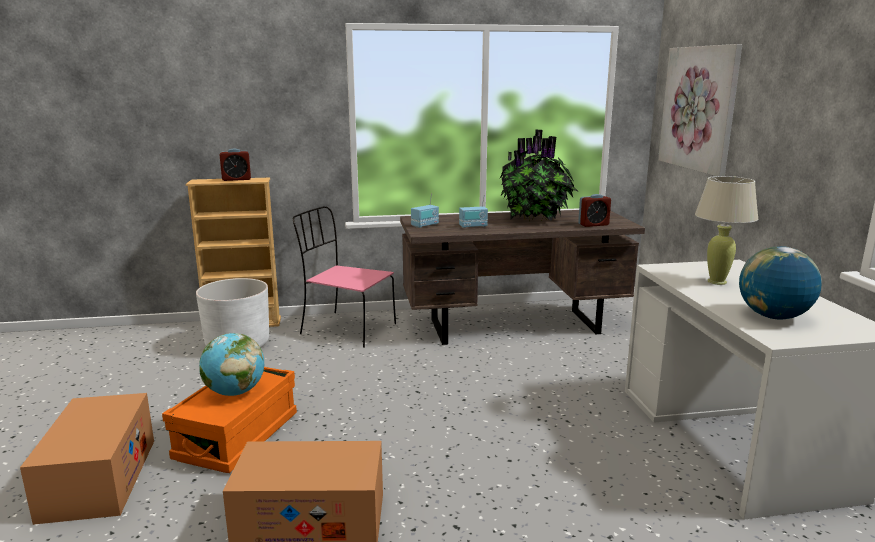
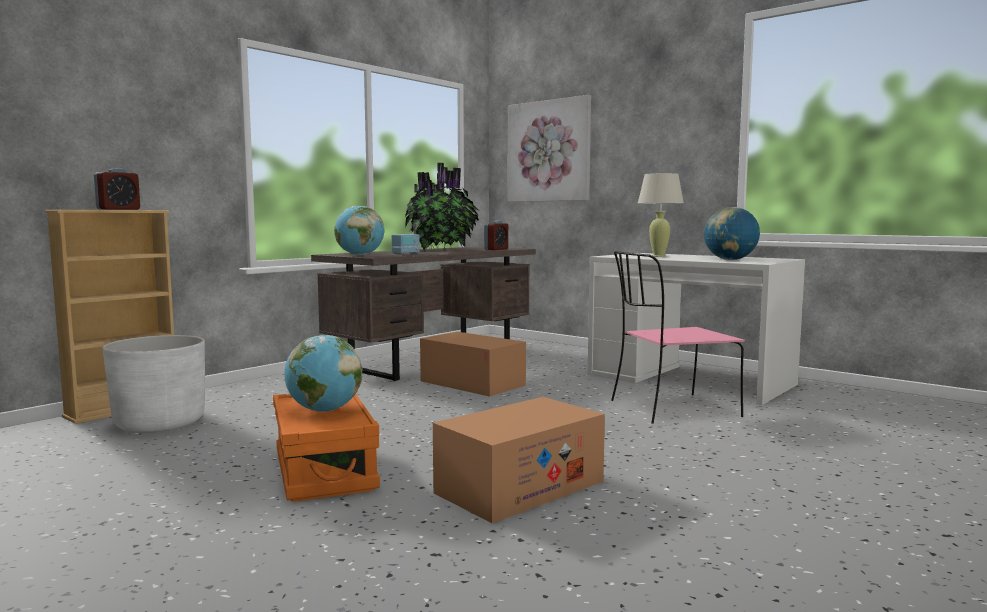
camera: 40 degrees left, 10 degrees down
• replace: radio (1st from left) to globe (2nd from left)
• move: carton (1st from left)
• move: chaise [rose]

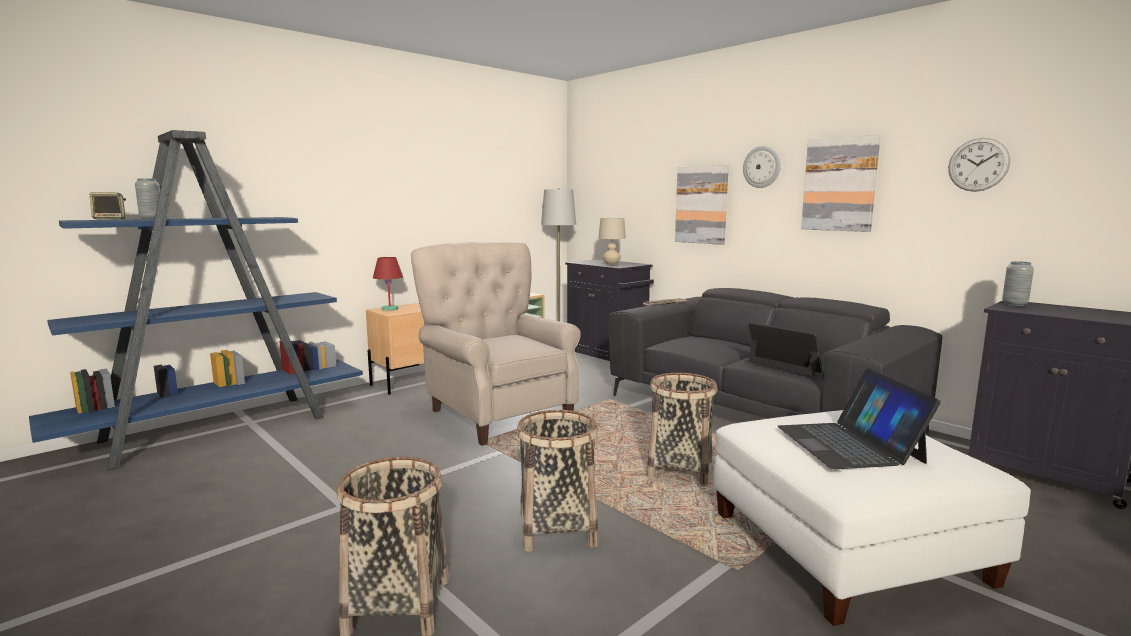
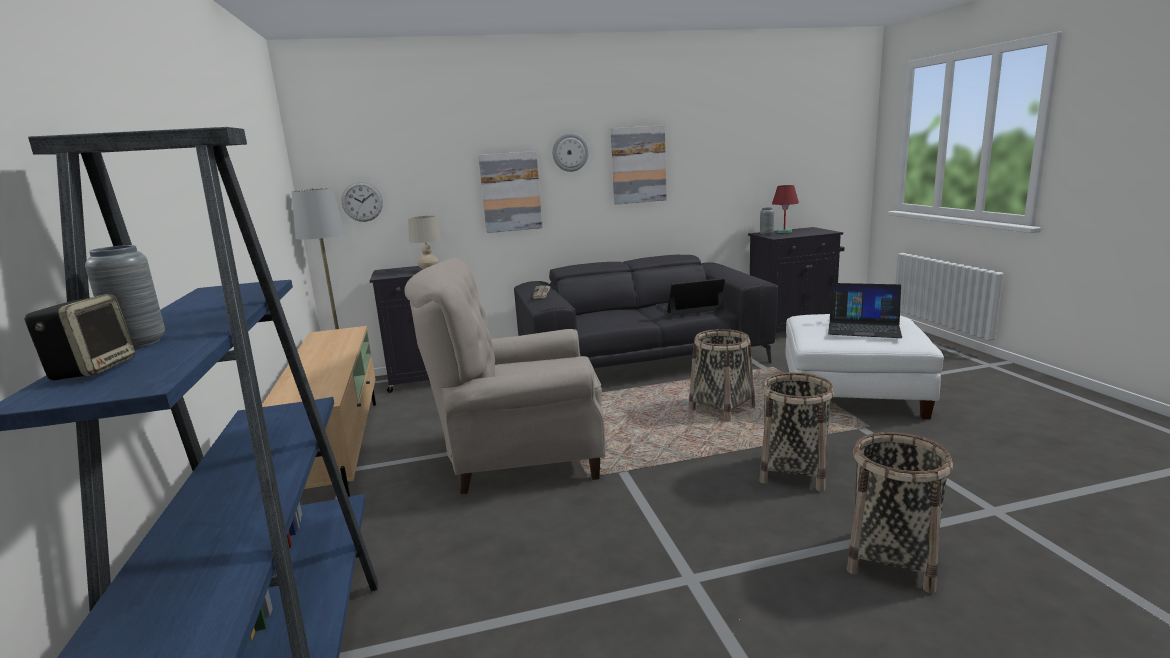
camera: 60 degrees left, 5 degrees up
• move: horloge murale (2nd from left in the first image) to horloge murale (1st from left)
• move: lampe de table [rouge]

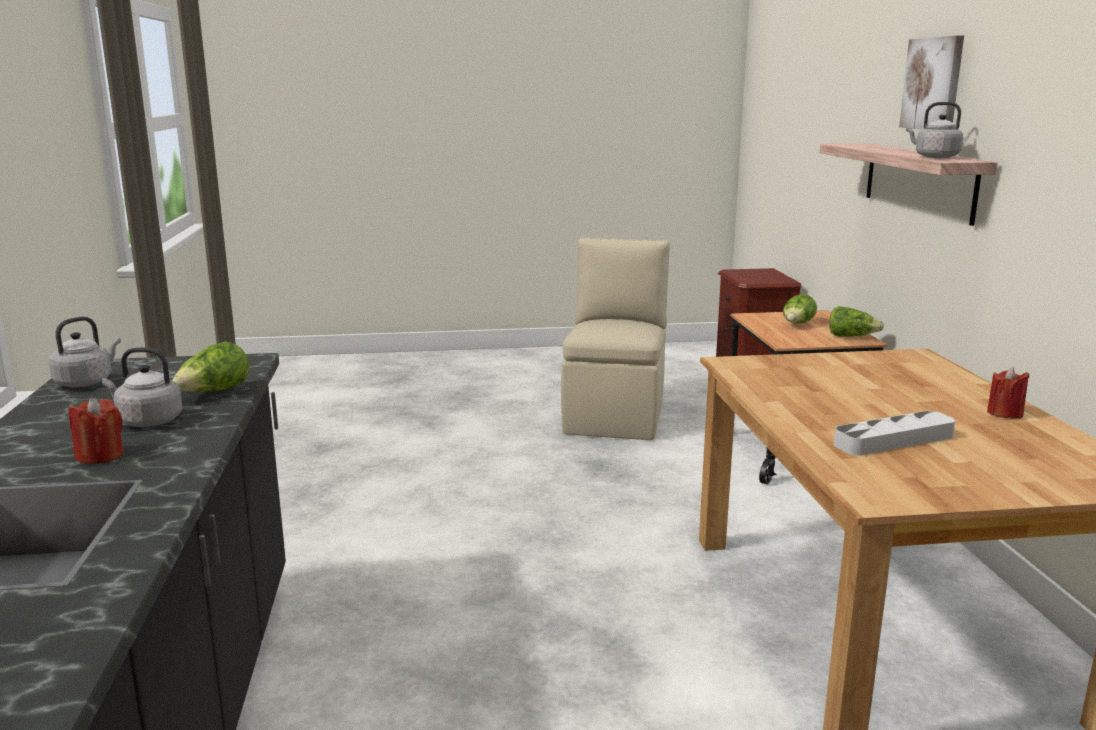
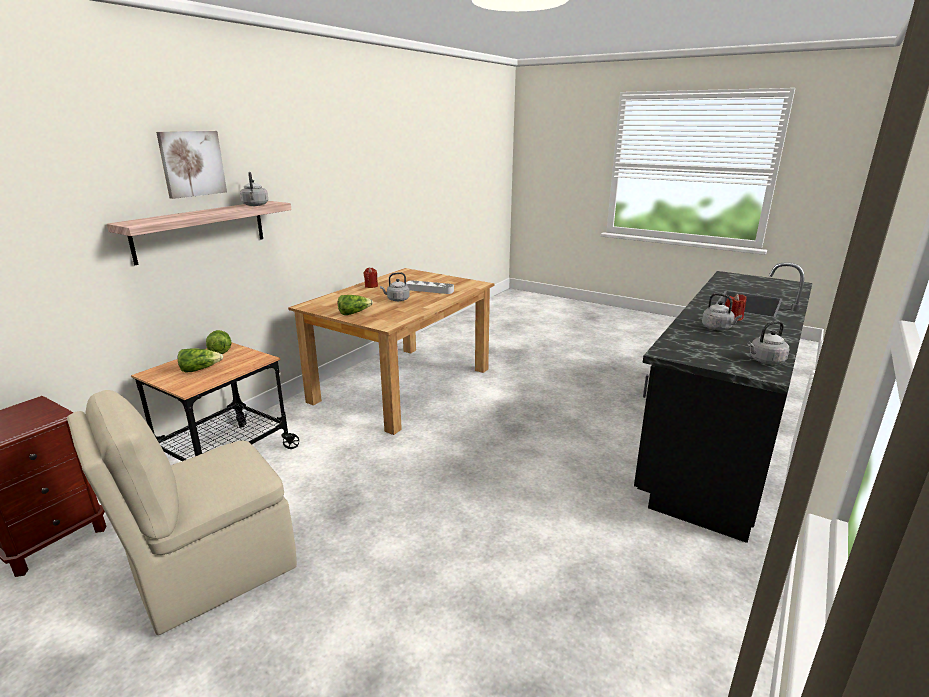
camera: 140 degrees left, 5 degrees up
• move: laitue (1st from left in the first image) to laitue (3rd from left)
• insert: bouilloire [gris] (2nd from left)

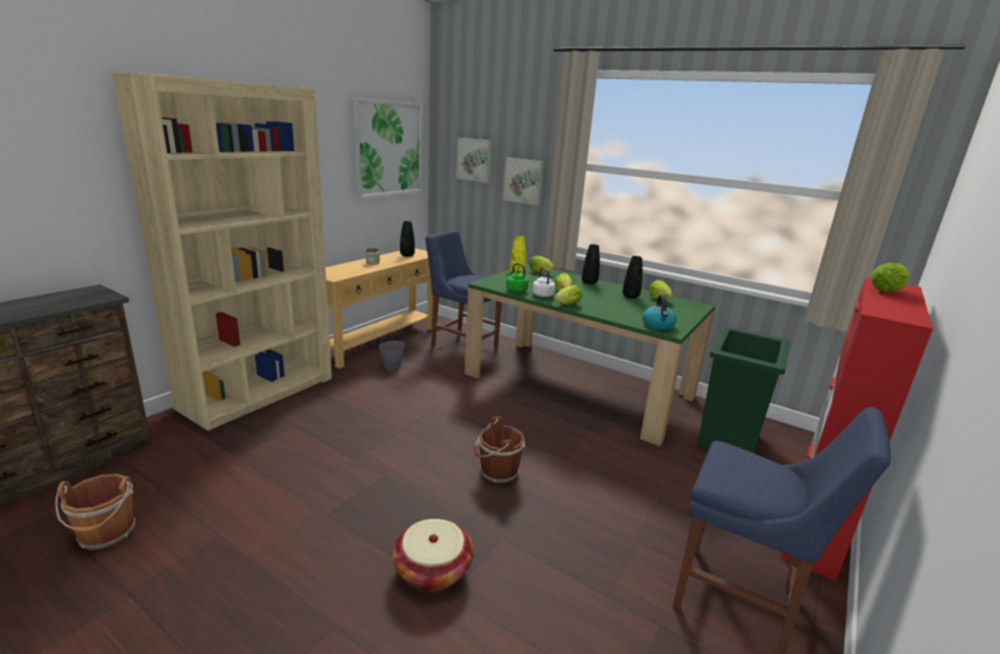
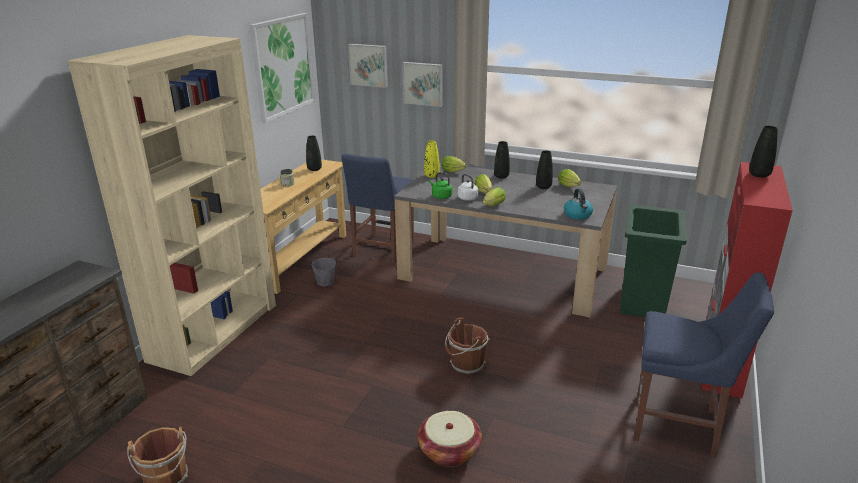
camera: 10 degrees left, 5 degrees up
• rotate: chaise [bleu] (1st from left) 90 degrees counterclockwise
• recolor: table à manger [vert] to table à manger [gris]
• replace: laitue (5th from left) to vase [noir] (4th from left)

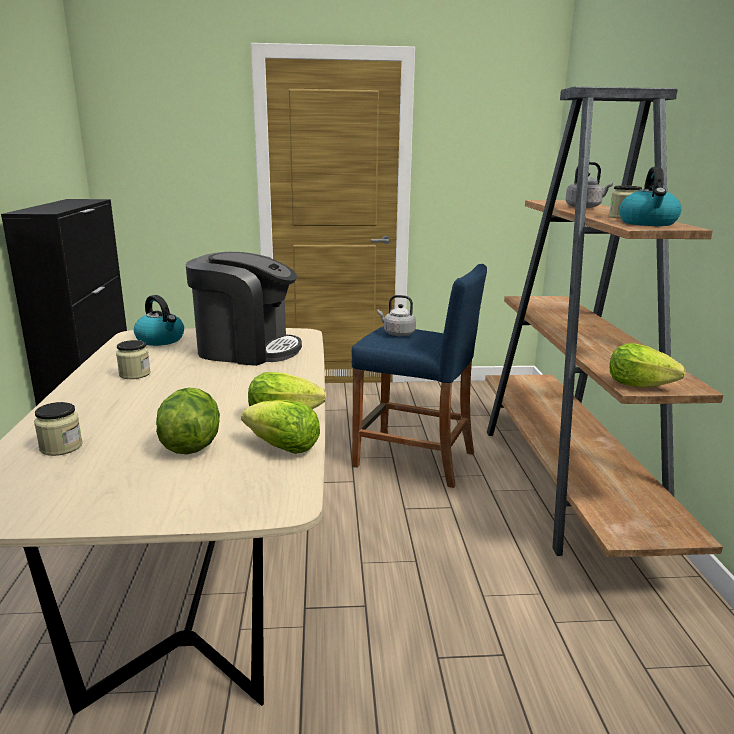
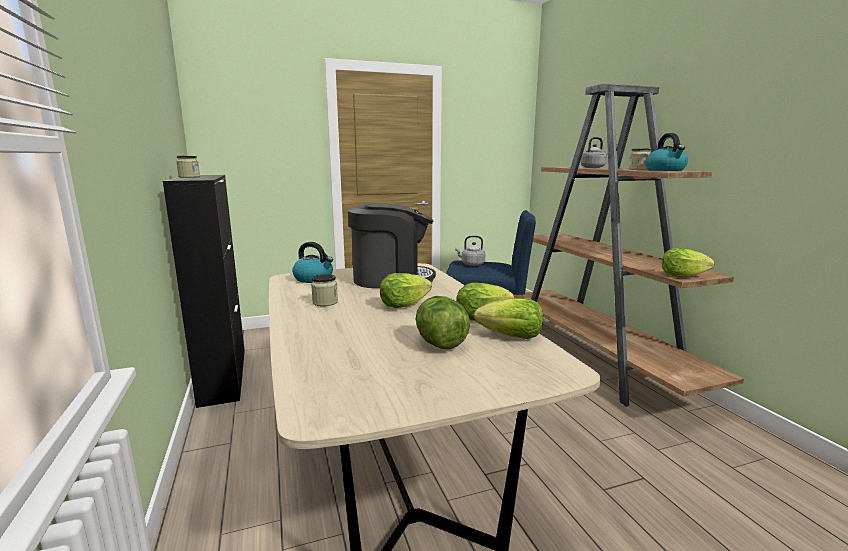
camera: 15 degrees left, 5 degrees down
• move: bocal (1st from left)
• insert: laitue (1st from left)

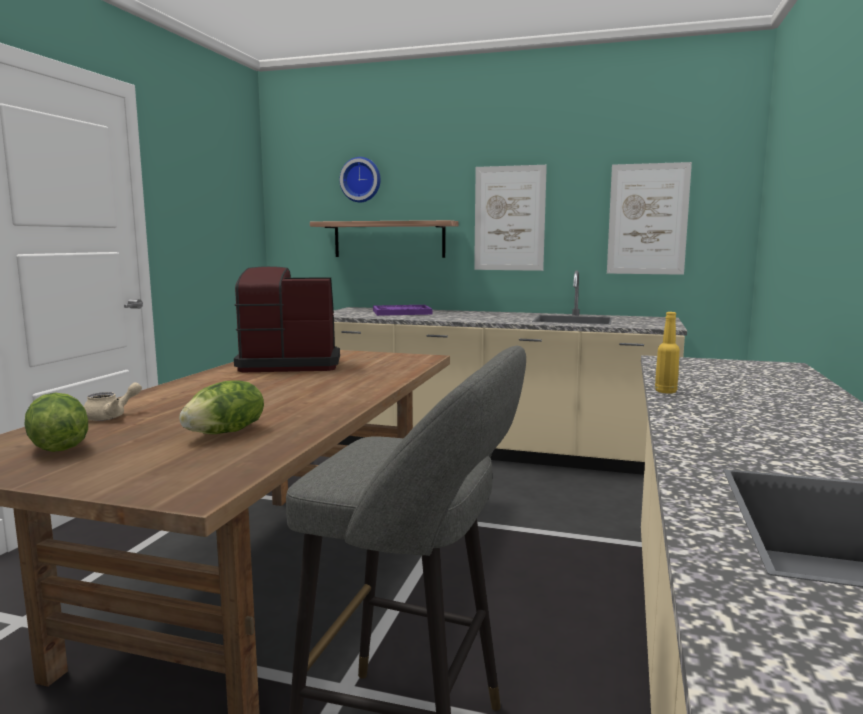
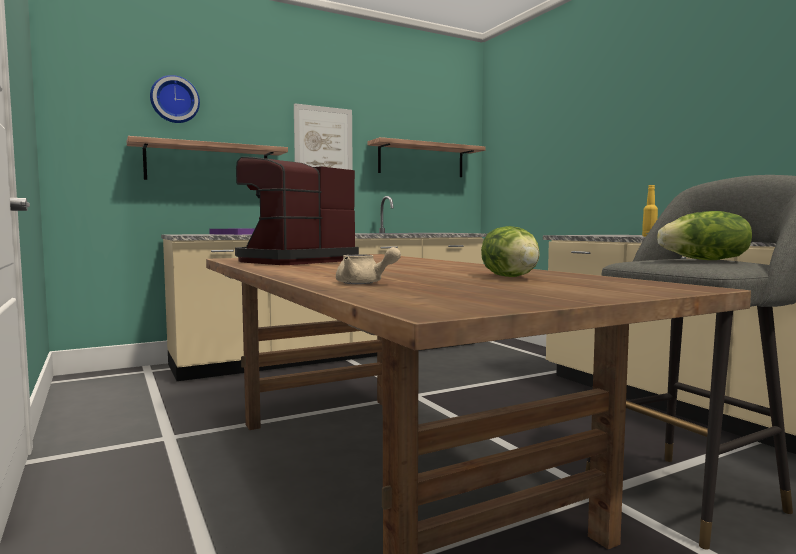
camera: 45 degrees left, 5 degrees down
• rotate: théière [beige] 120 degrees clockwise
• replace: tableau (2nd from left) to étagère (2nd from left)
• move: laitue (1st from left in the first image) to laitue (2nd from left)

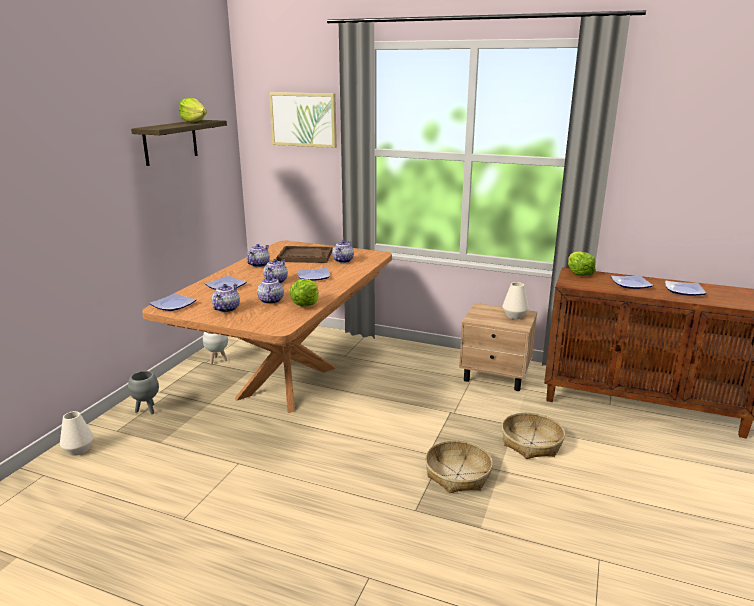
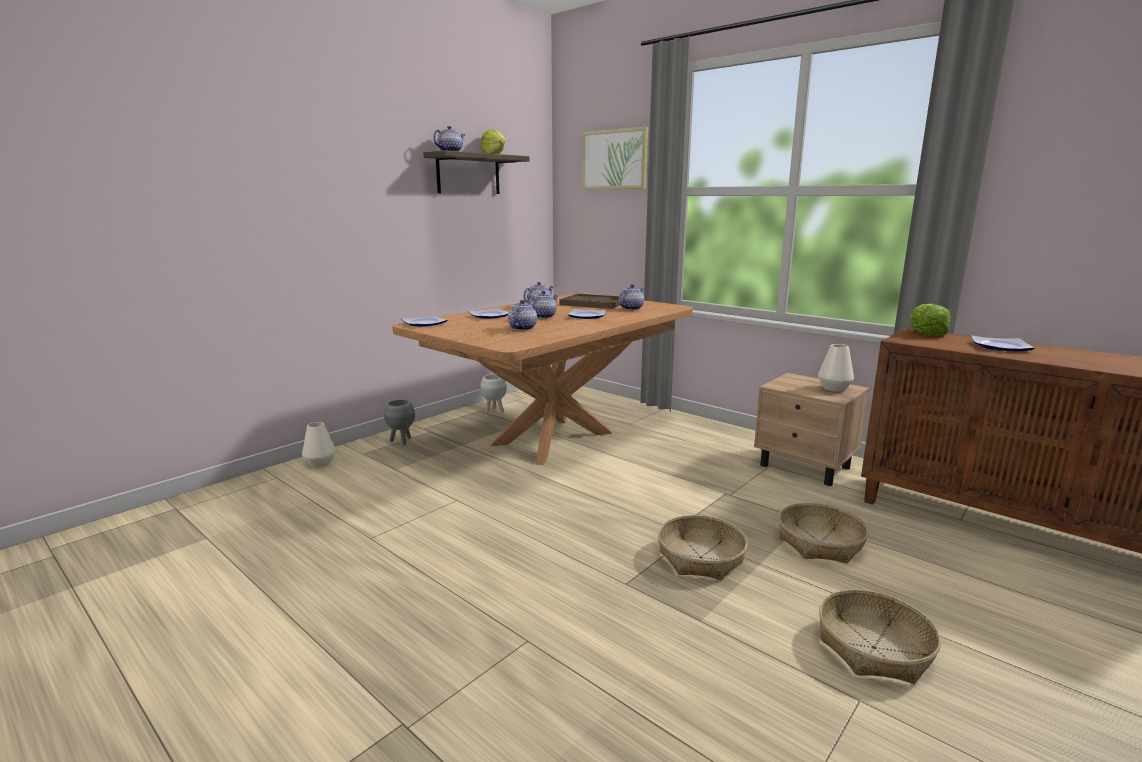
camera: 20 degrees right, 5 degrees down
• move: théière (1st from left)
• insert: panier (3rd from left)
• delete: laitue (2nd from left)
• delete: assiette (5th from left)

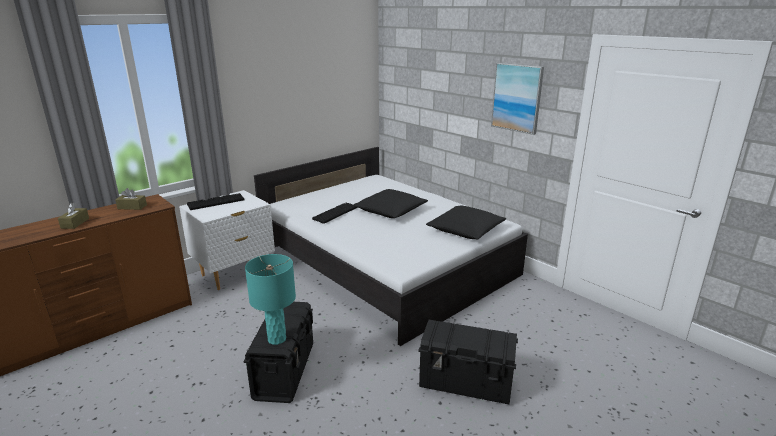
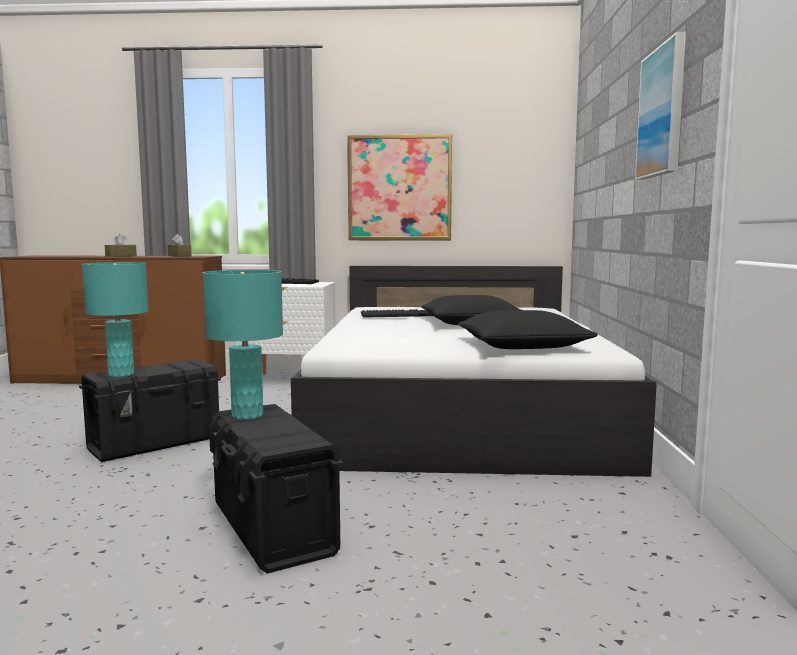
camera: 45 degrees right, 15 degrees down
• insert: lampe de table [turquoise] (2nd from left)
• insert: tableau (1st from left)

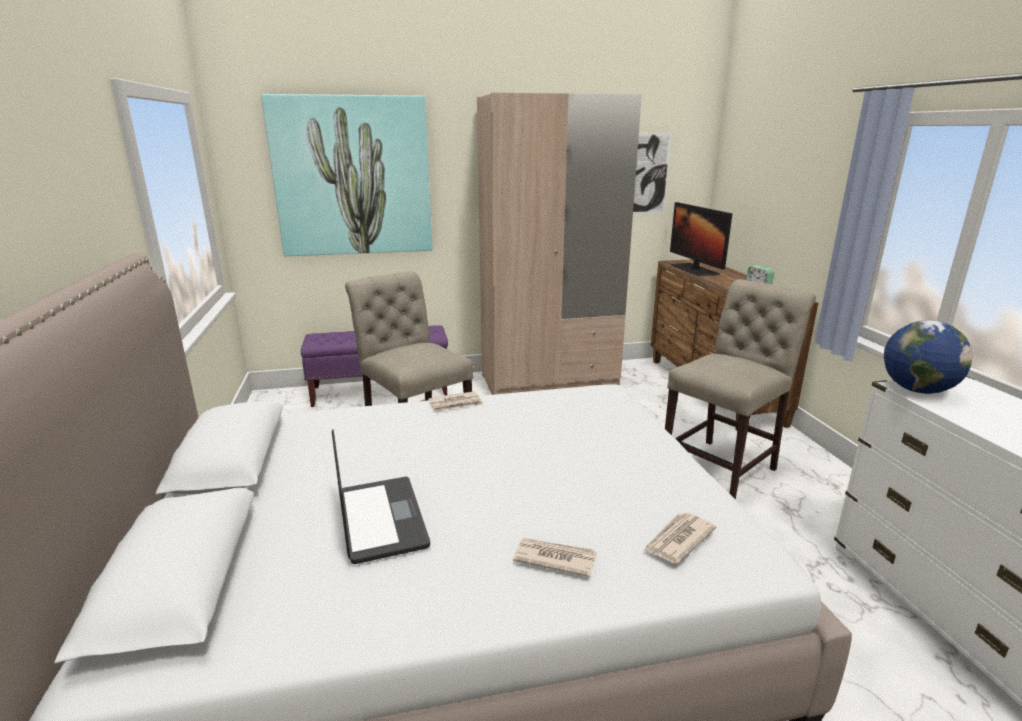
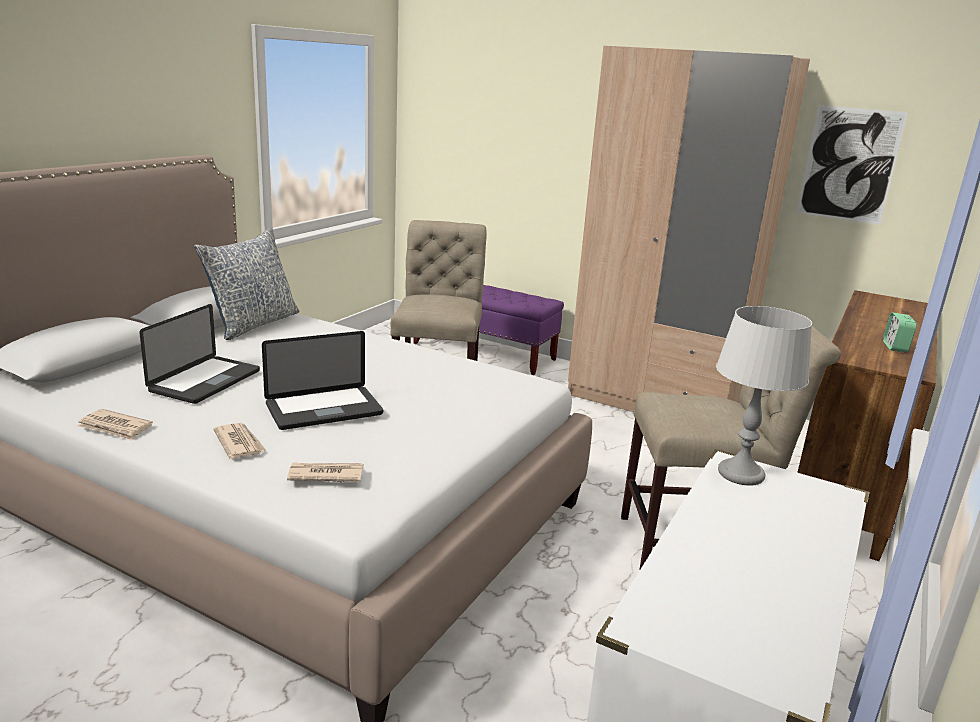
camera: 40 degrees right, 0 degrees up
• move: journal (1st from left)
• insert: coussin
• insert: ordinateur portable (2nd from left)
• replace: globe to lampe de table [gris]
• delete: tableau (1st from left)
• delete: écran d'ordinateur

